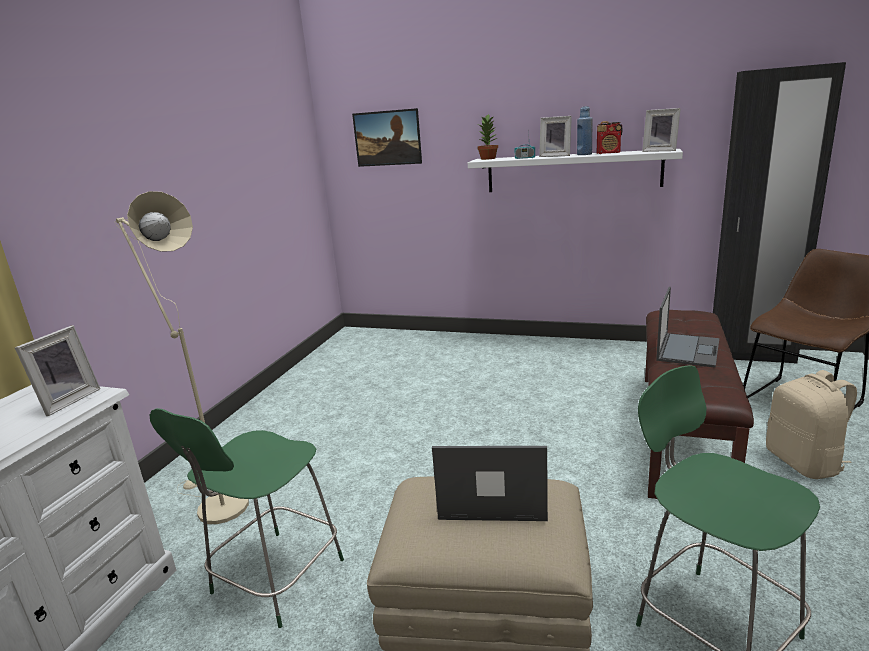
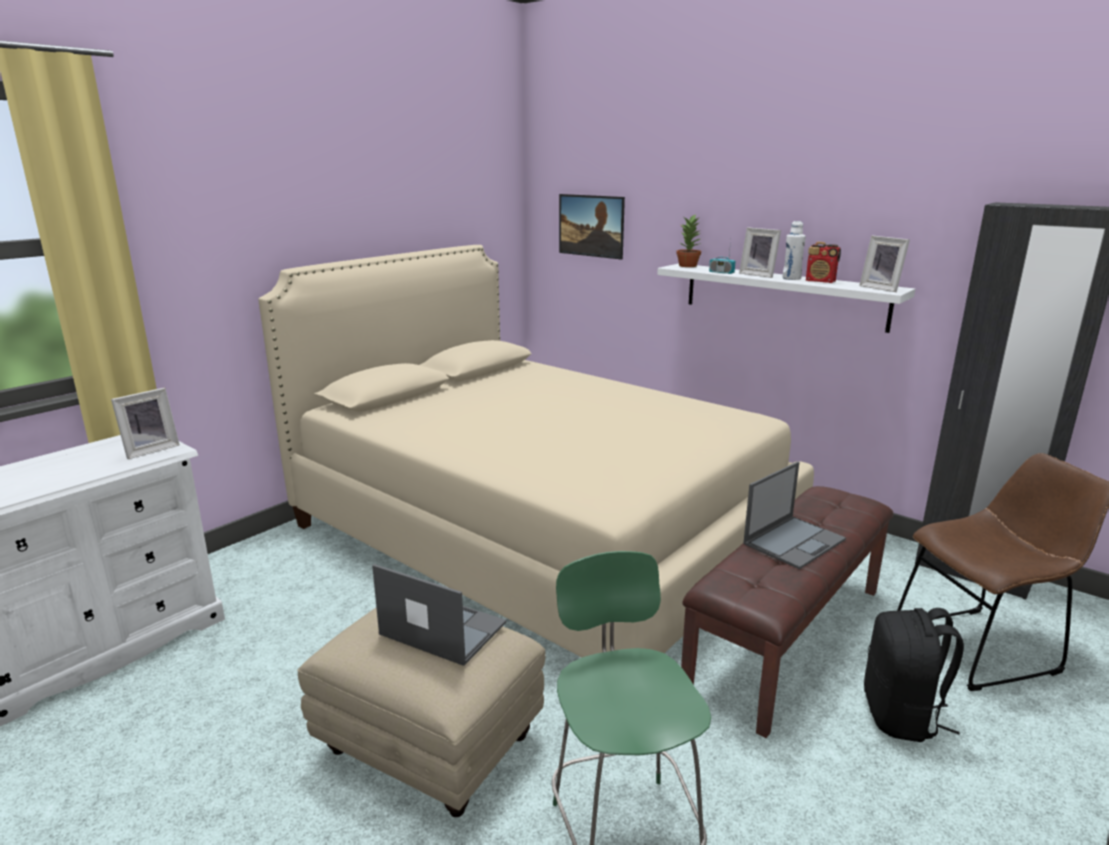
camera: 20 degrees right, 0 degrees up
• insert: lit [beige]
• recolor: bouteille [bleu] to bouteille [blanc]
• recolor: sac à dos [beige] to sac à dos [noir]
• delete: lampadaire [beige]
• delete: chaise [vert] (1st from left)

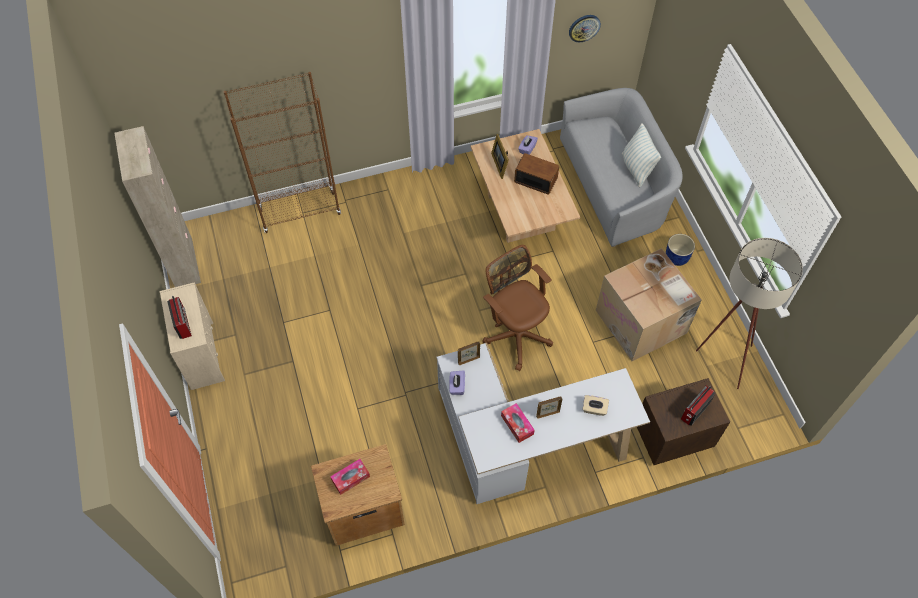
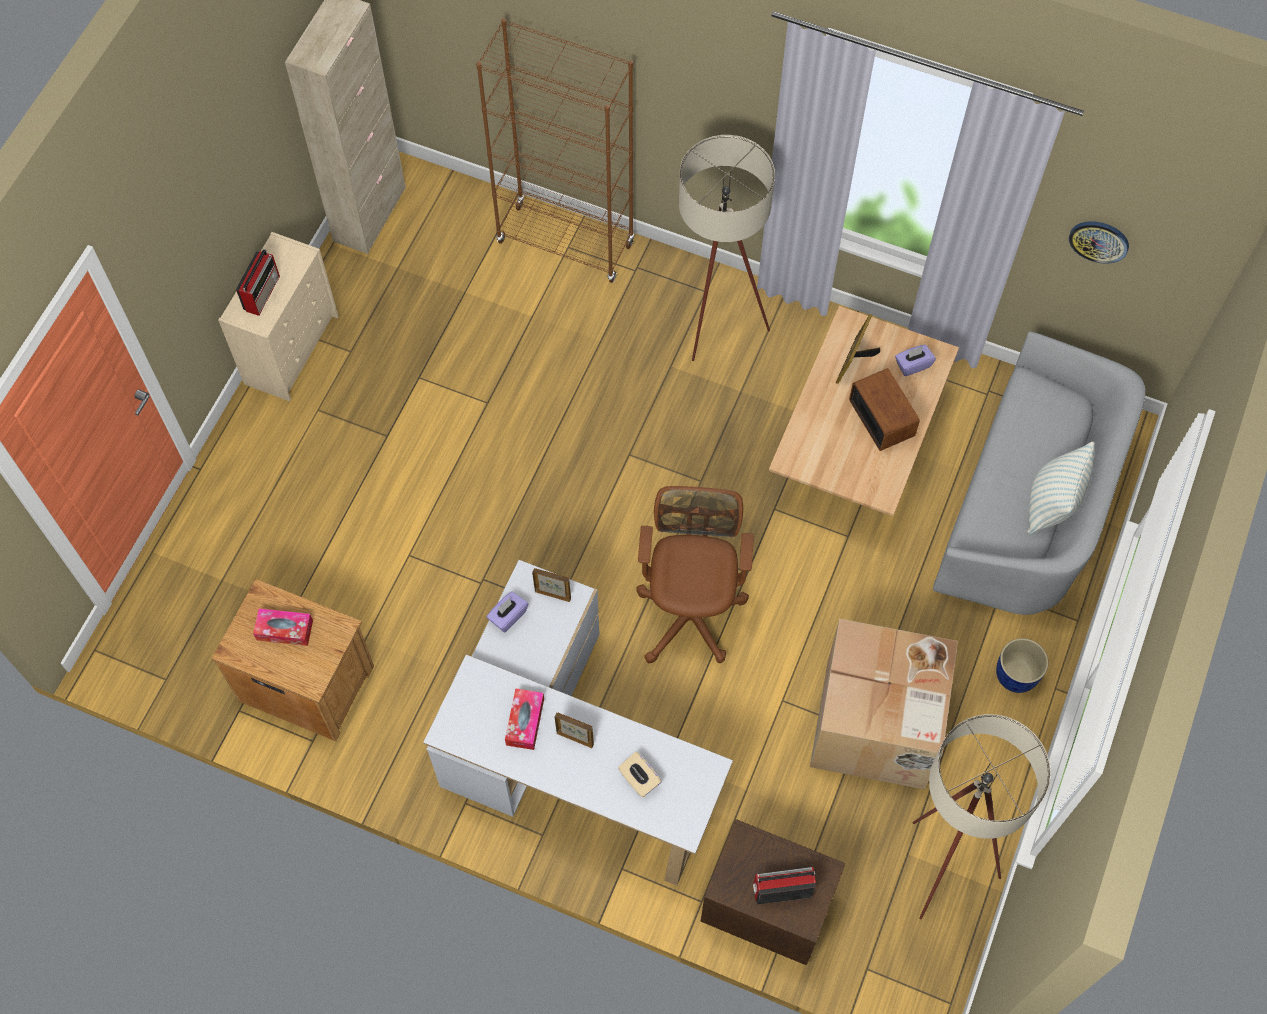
camera: 40 degrees right, 5 degrees up
• insert: lampadaire [beige] (1st from left)

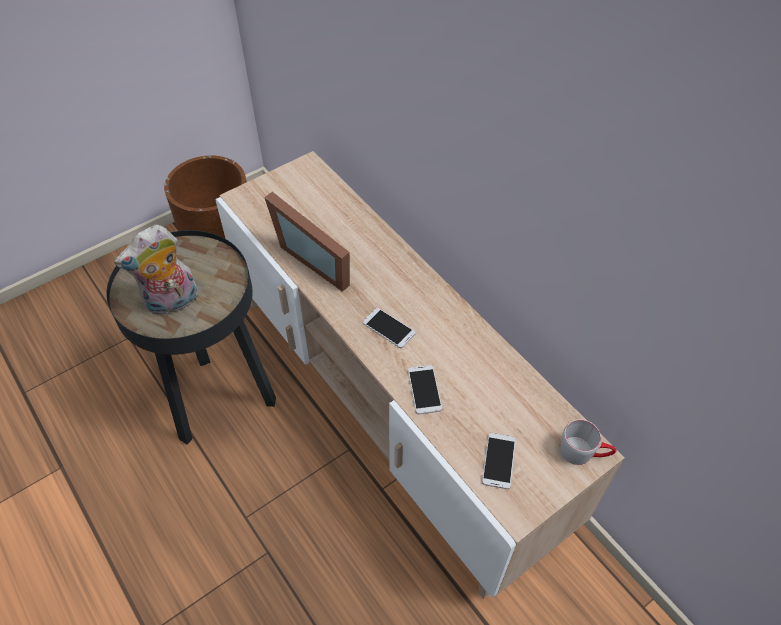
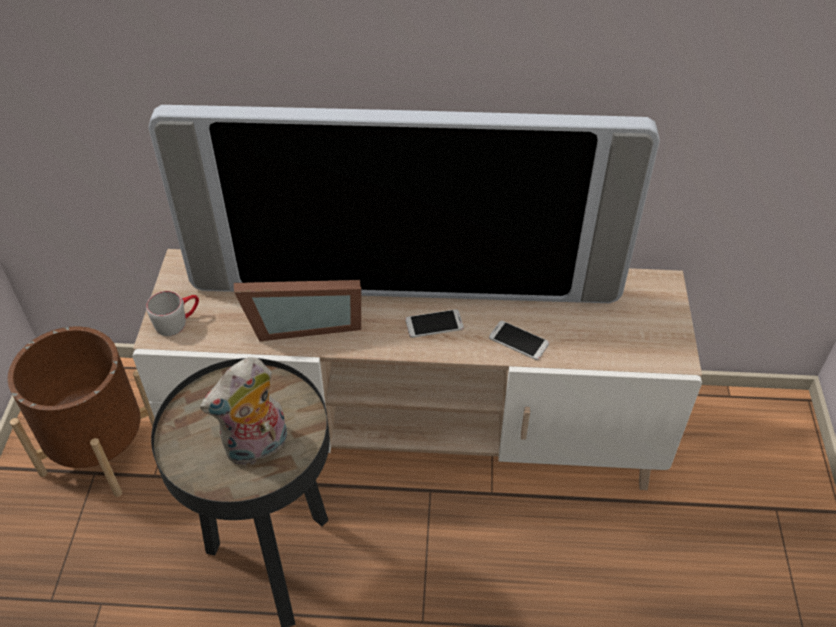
camera: 50 degrees left, 5 degrees down
• move: mug [gris]
• insert: téléviseur
• rotate: peluche 45 degrees clockwise
• delete: téléphone (3rd from left)

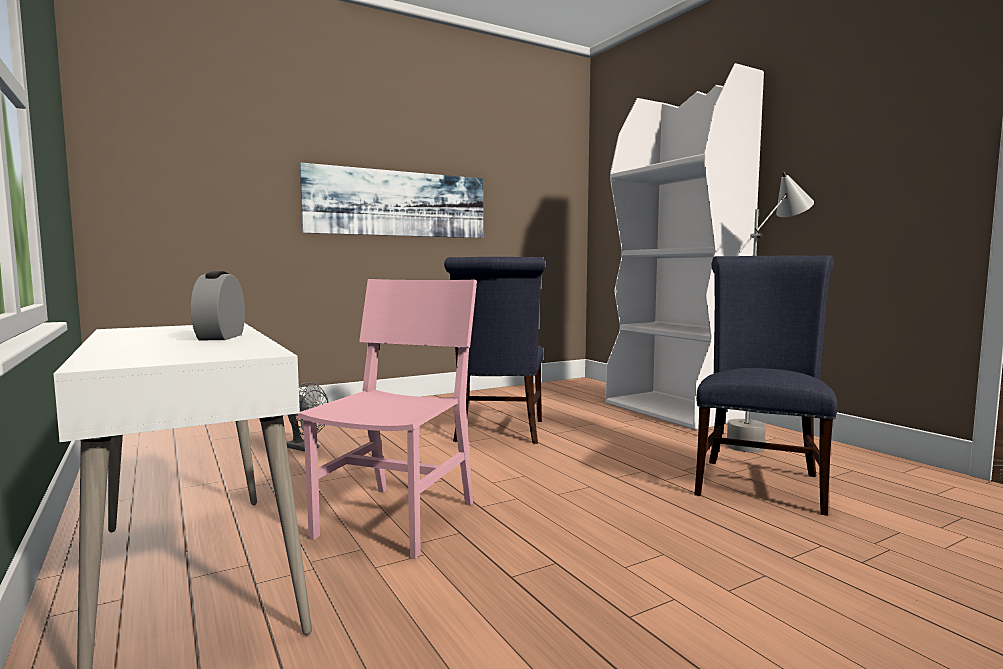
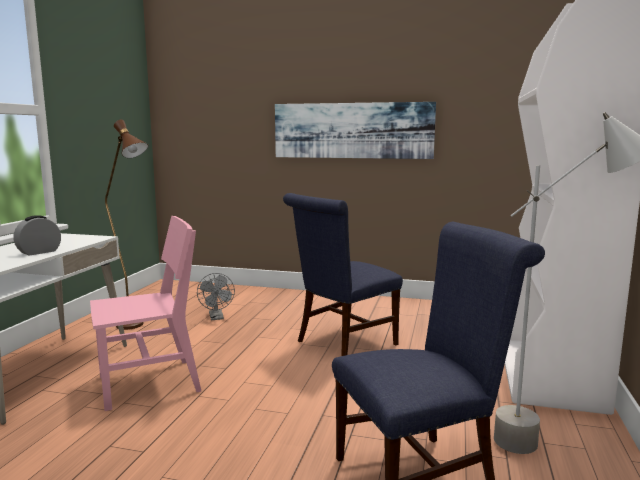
camera: 45 degrees right, 5 degrees up
• insert: lampadaire [marron]

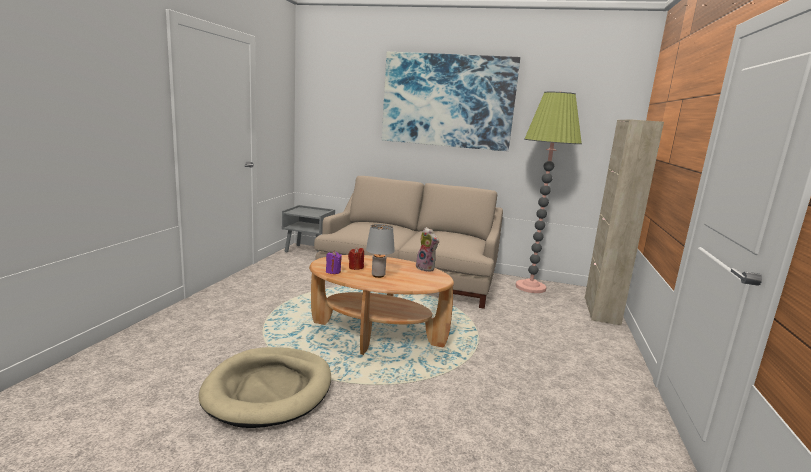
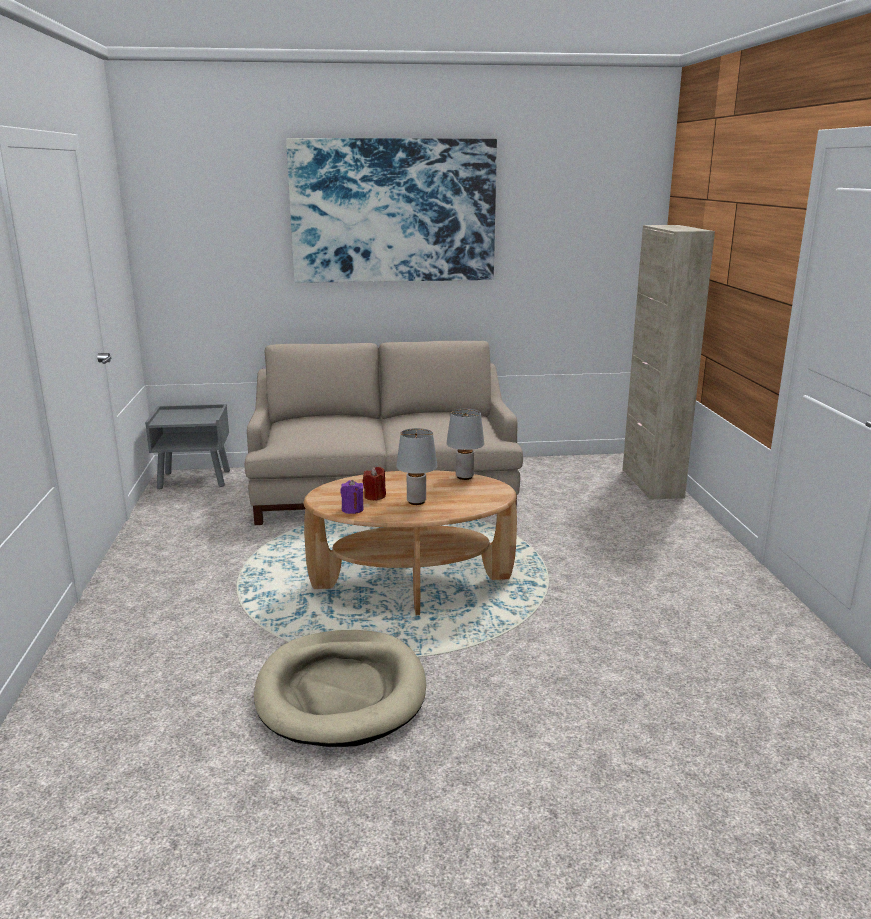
camera: 20 degrees left, 5 degrees up
• replace: peluche to lampe de table [gris] (2nd from left)
• delete: lampadaire

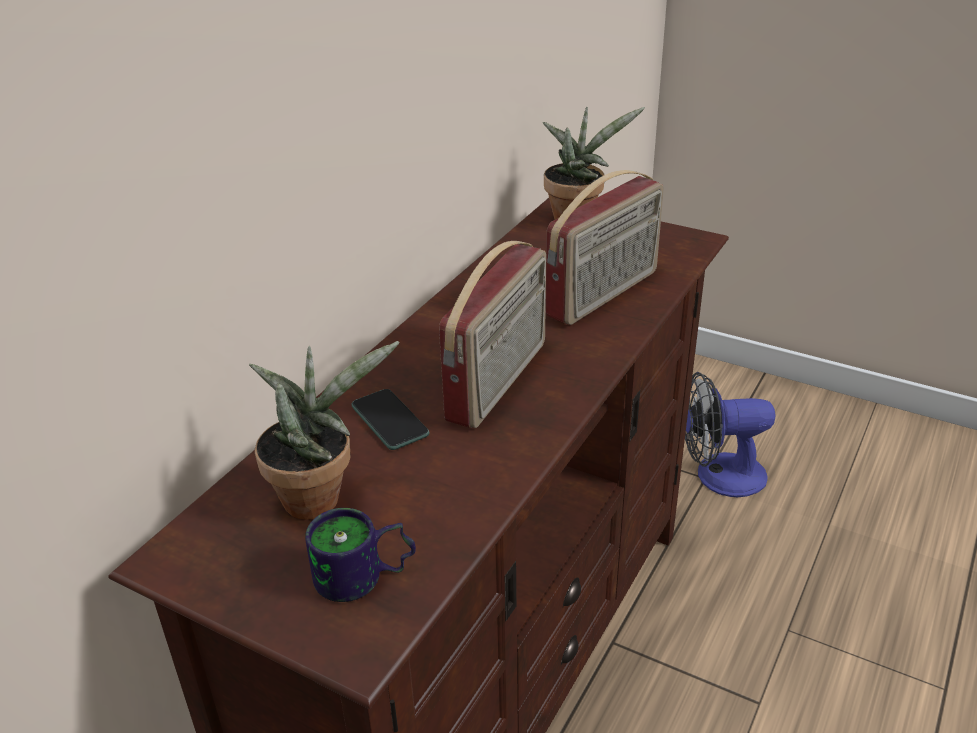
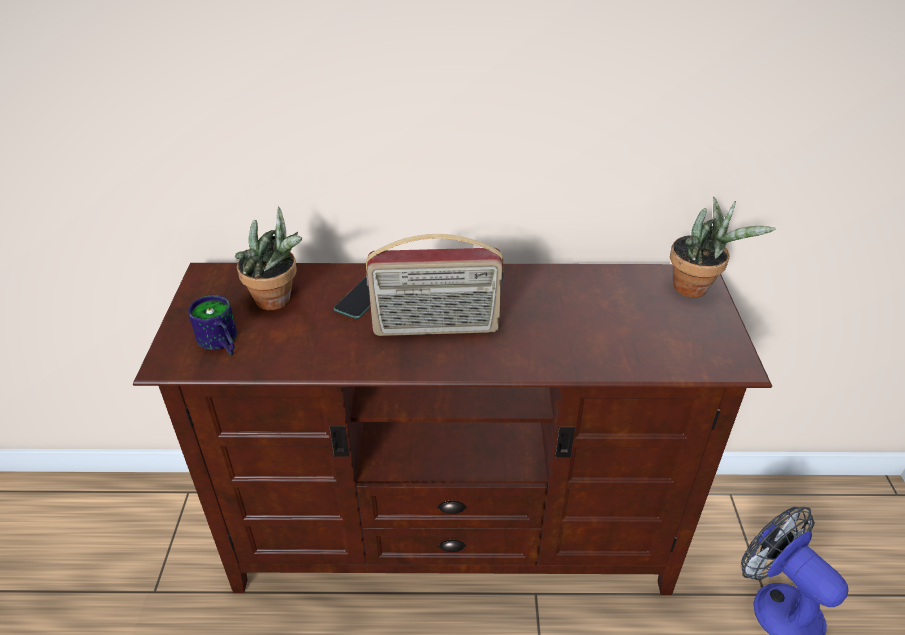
camera: 60 degrees right, 5 degrees up
• delete: radio (2nd from left)

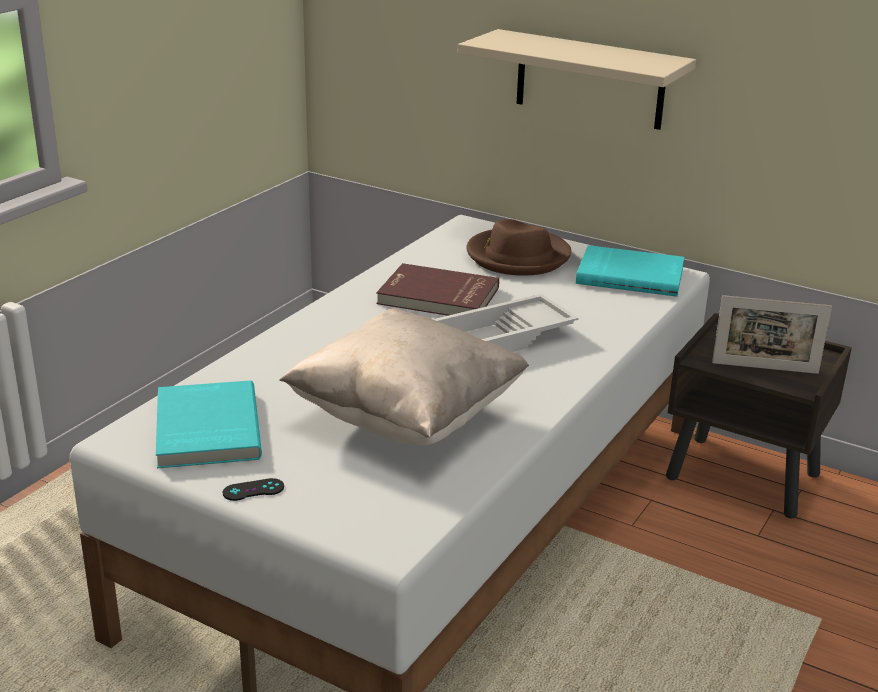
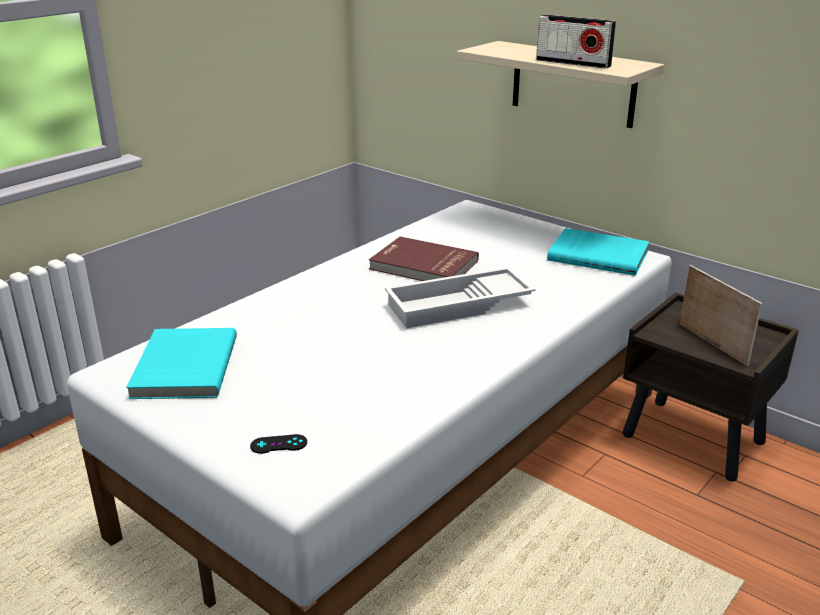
camera: 10 degrees right, 0 degrees up
• move: manette [noir]
• insert: radio
• rotate: cadre photo 135 degrees counterclockwise
• delete: coussin [beige]
• delete: chapeau [marron]

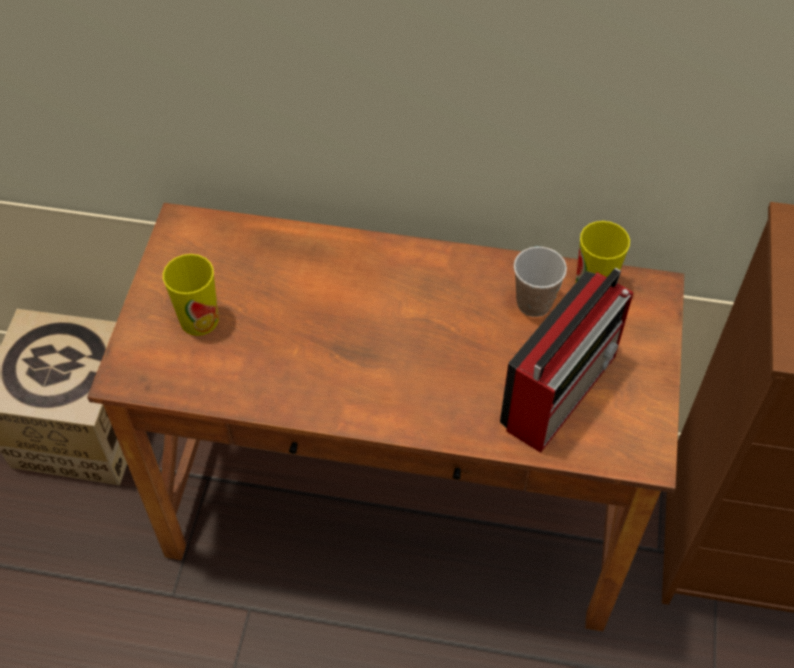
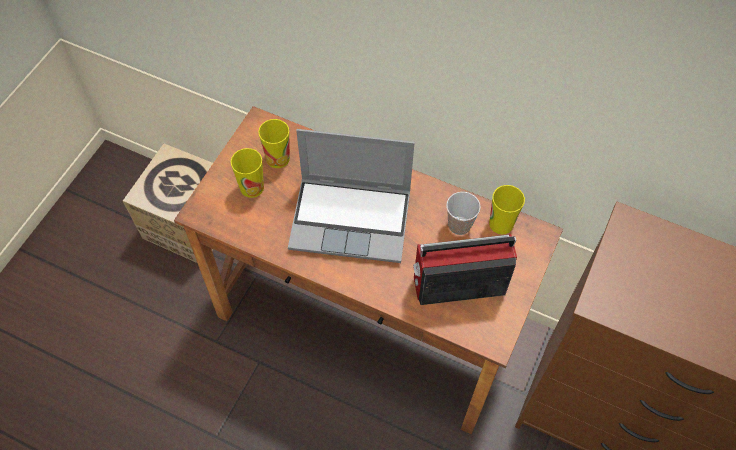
camera: 15 degrees right, 5 degrees up
• insert: tasse (2nd from left)
• insert: ordinateur portable
• rotate: radio 150 degrees counterclockwise

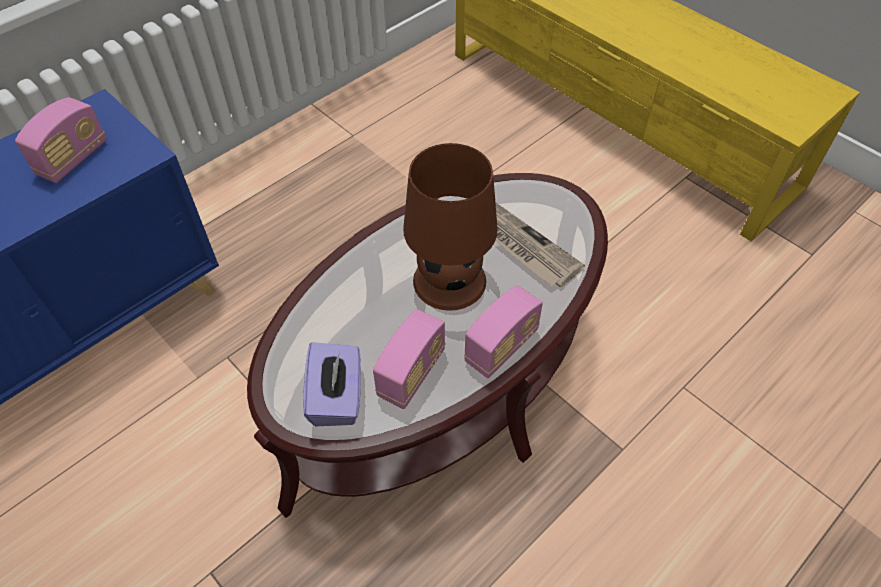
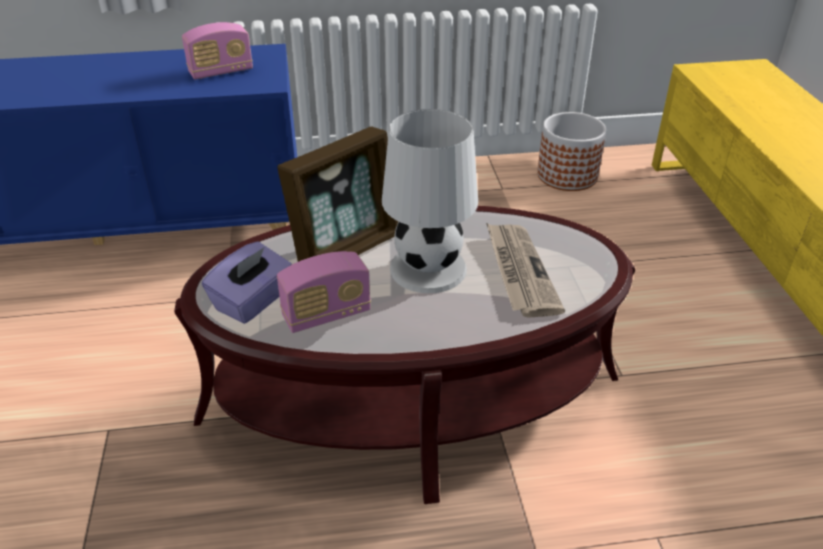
camera: 35 degrees right, 15 degrees down
• insert: cadre photo
• recolor: lampe de table [marron] to lampe de table [blanc]
• insert: cache-pot
• delete: radio (3rd from left)

